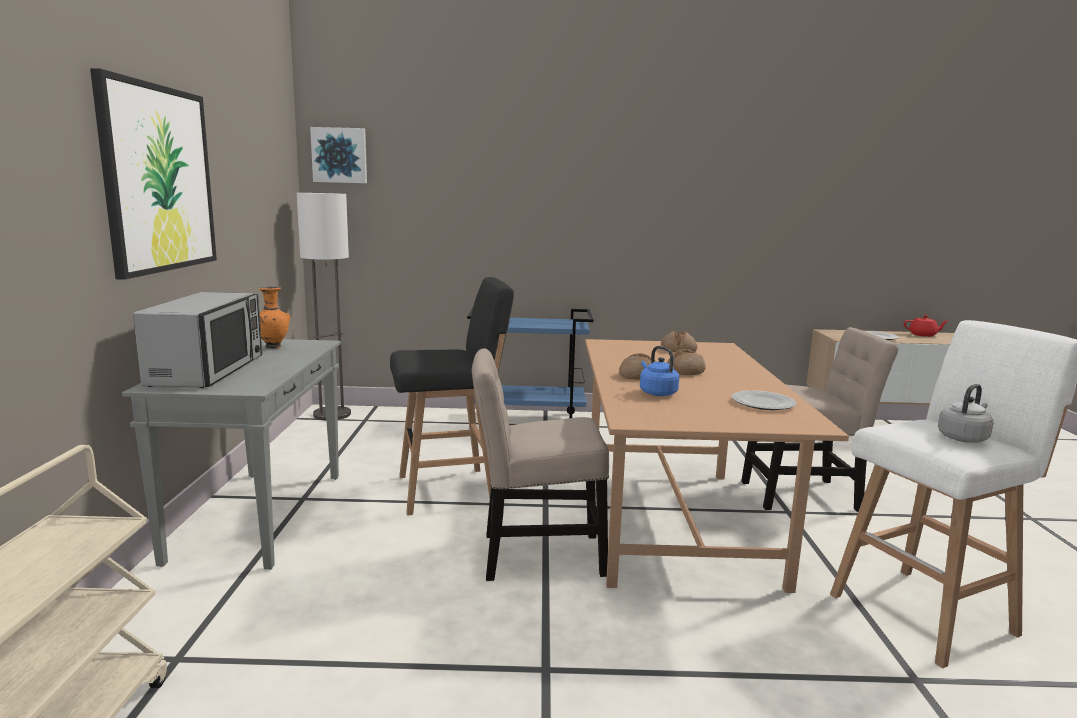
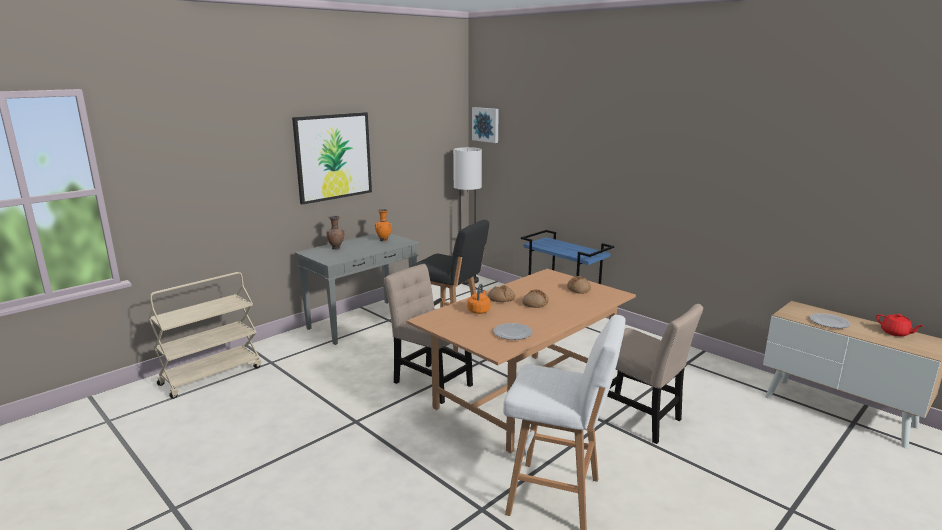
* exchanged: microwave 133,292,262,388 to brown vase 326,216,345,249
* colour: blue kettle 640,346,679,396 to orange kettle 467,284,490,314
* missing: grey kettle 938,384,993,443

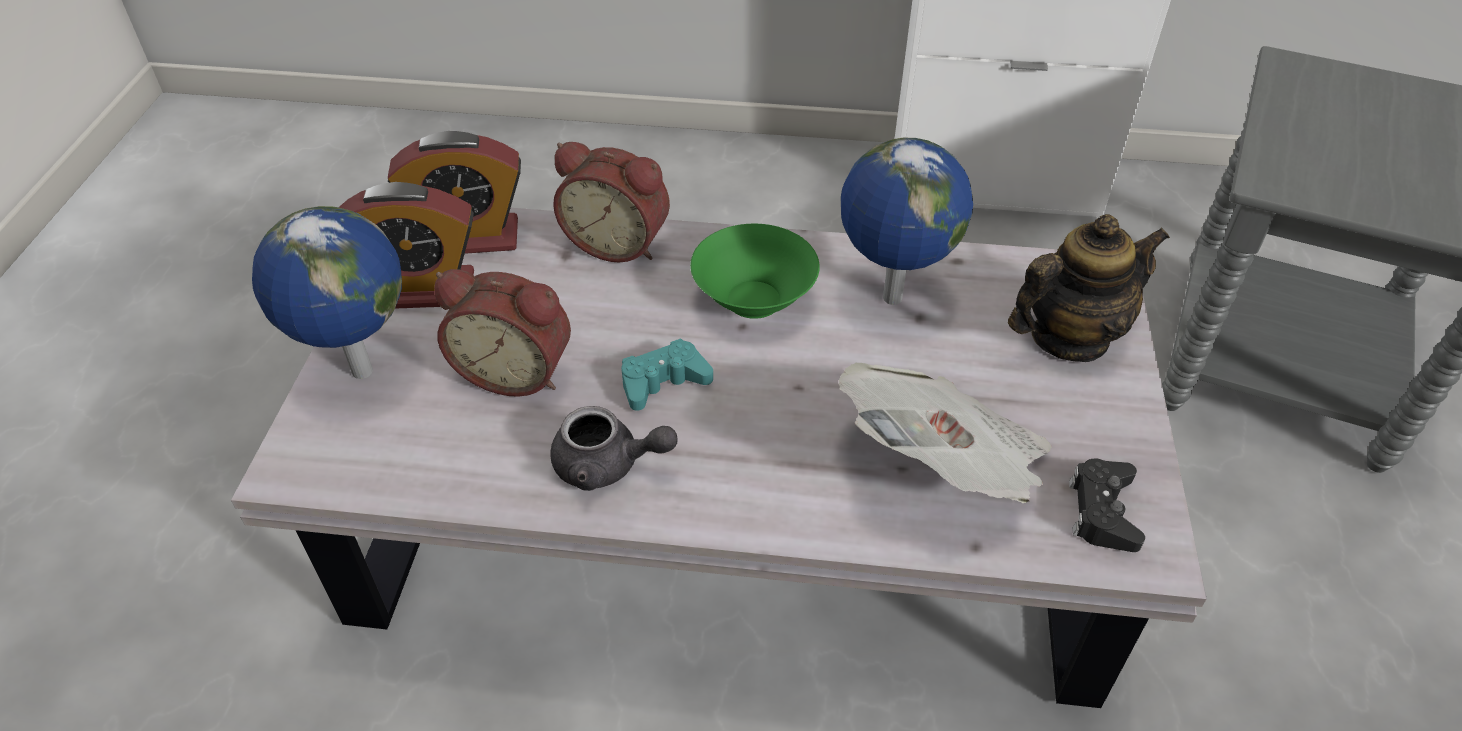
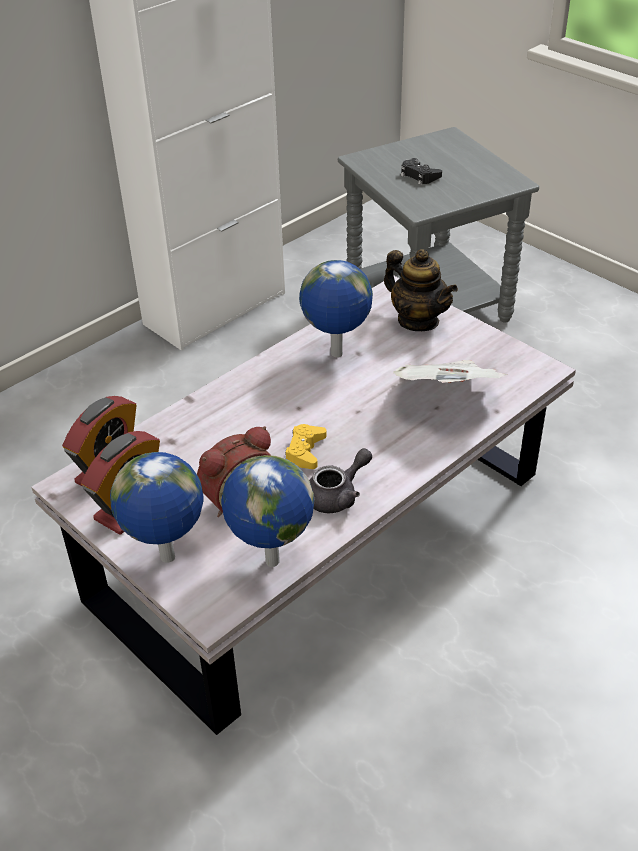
* appeared: globe 221,455,314,567
* colour: turquoise game controller 621,338,713,411 to yellow game controller 285,424,327,469
* spun: teapot 1008,214,1170,362 = 384,249,458,331 120 degrees clockwise
* relocated: black game controller 1069,459,1145,552 to 401,158,442,185
* missing: alarm clock 553,142,670,262
* missing: green bowl 690,224,820,319

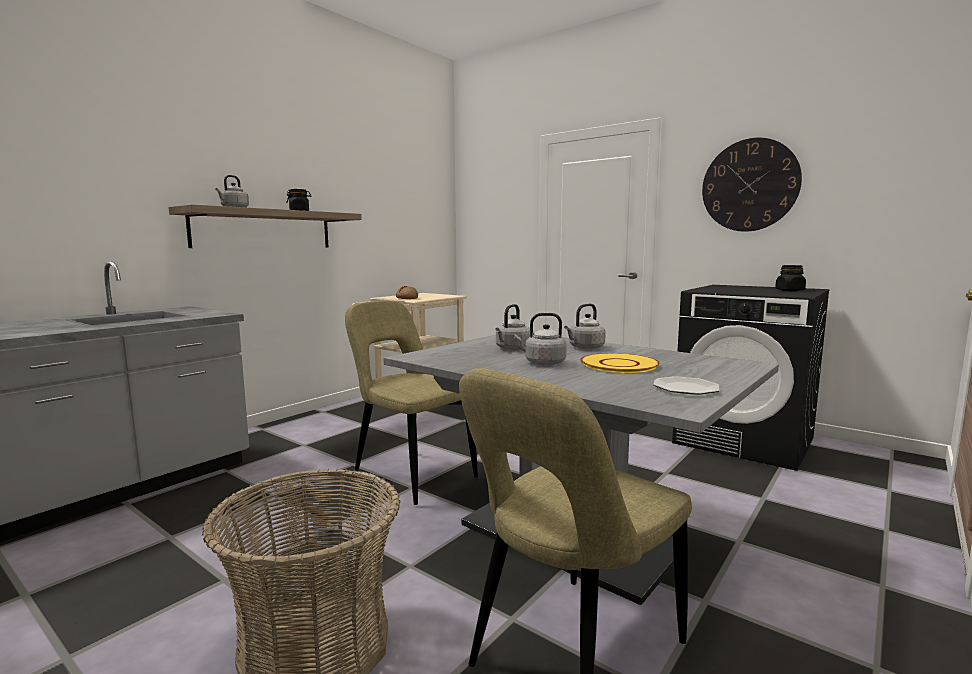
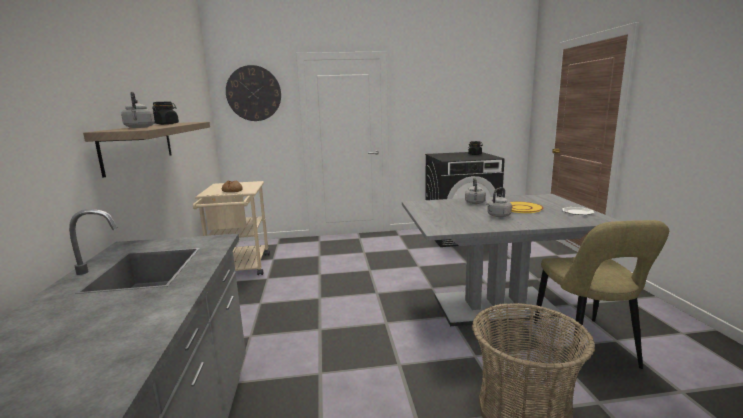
* relocated: wall clock 702,138,802,232 to 226,65,281,121
* missing: beige chair 345,300,478,505
* missing: grey kettle 495,304,530,350

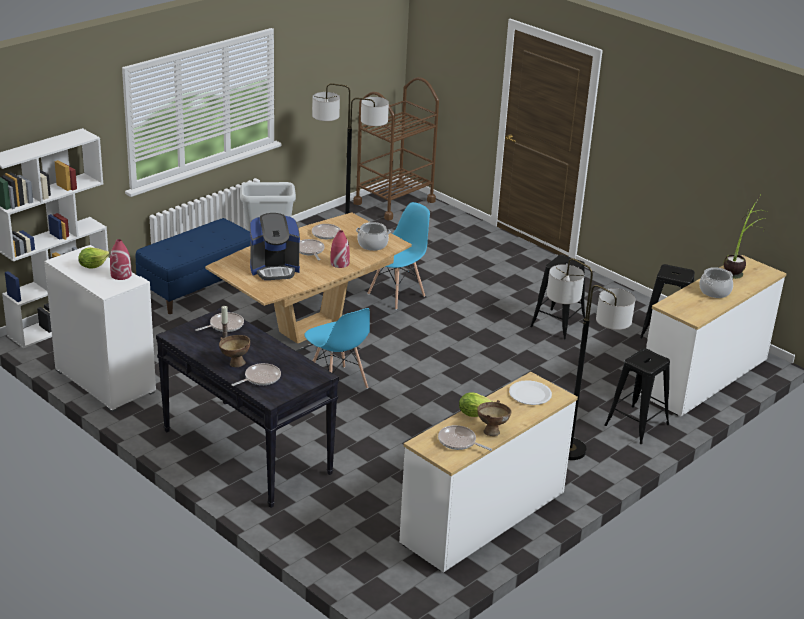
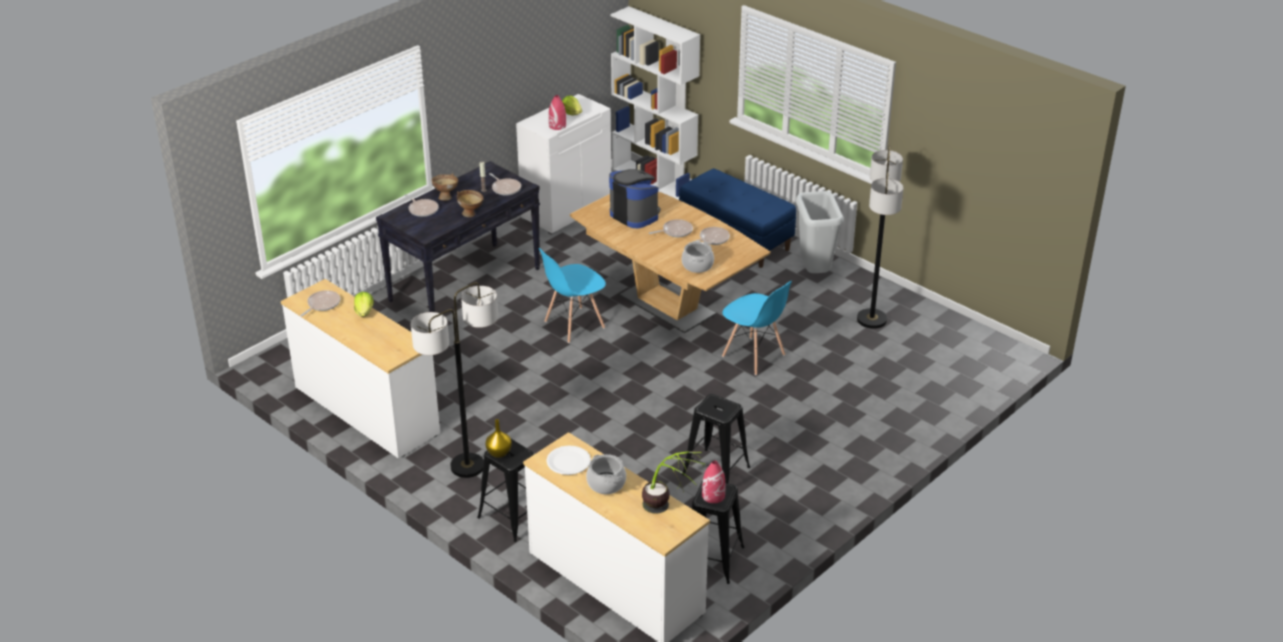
* relocated: brown bowl 477,400,511,436 to 457,190,484,217
* appeared: yellow vase 485,419,512,458
* relocated: white plate 509,380,552,405 to 546,445,591,475
* spun: coffee machine 250,213,300,280 = 609,169,660,228 150 degrees clockwise
* relocated: red vase 331,230,350,268 to 702,460,725,503
* missing: brown cart 353,77,439,221

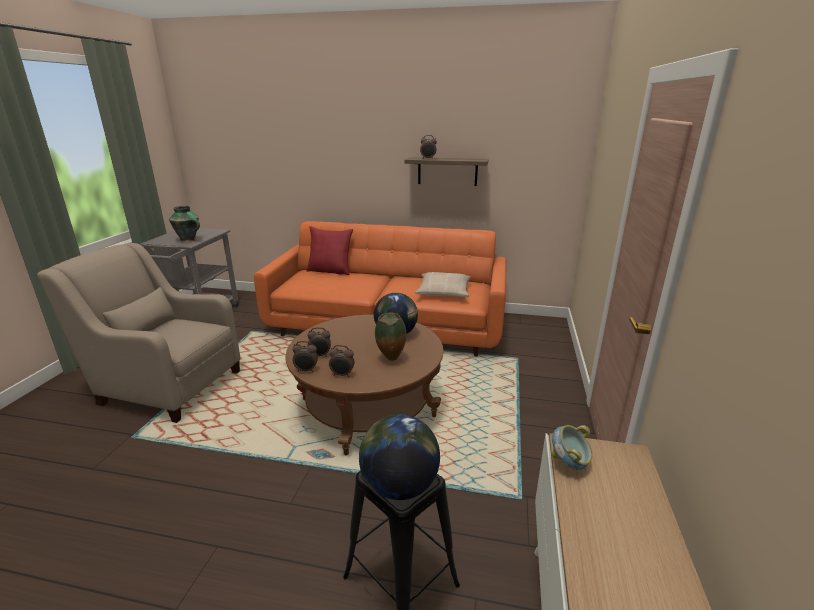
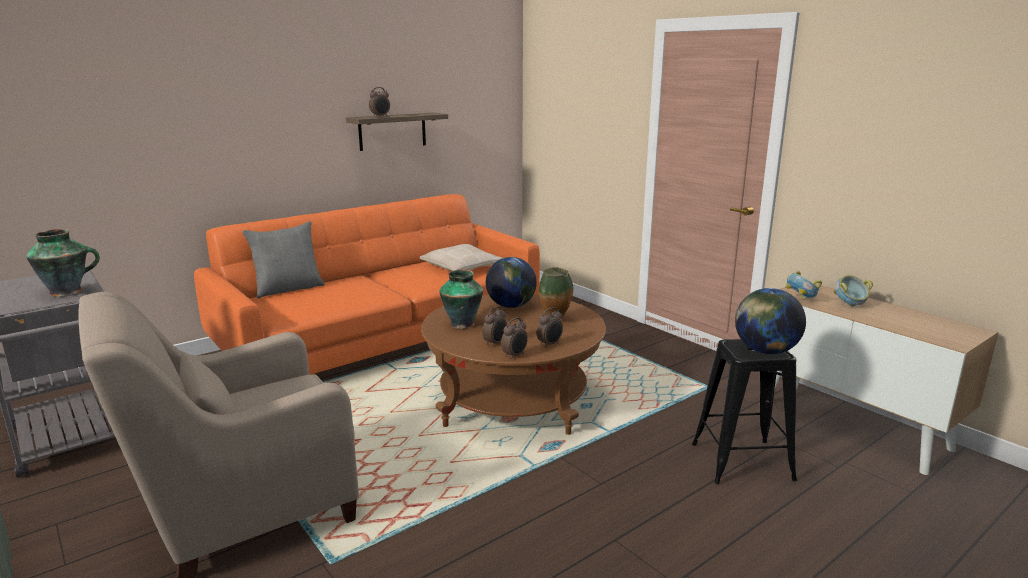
* colour: red pillow 306,226,353,275 to grey pillow 242,221,325,298
* appeared: vase 439,270,483,329
* appeared: bowl 834,275,873,307

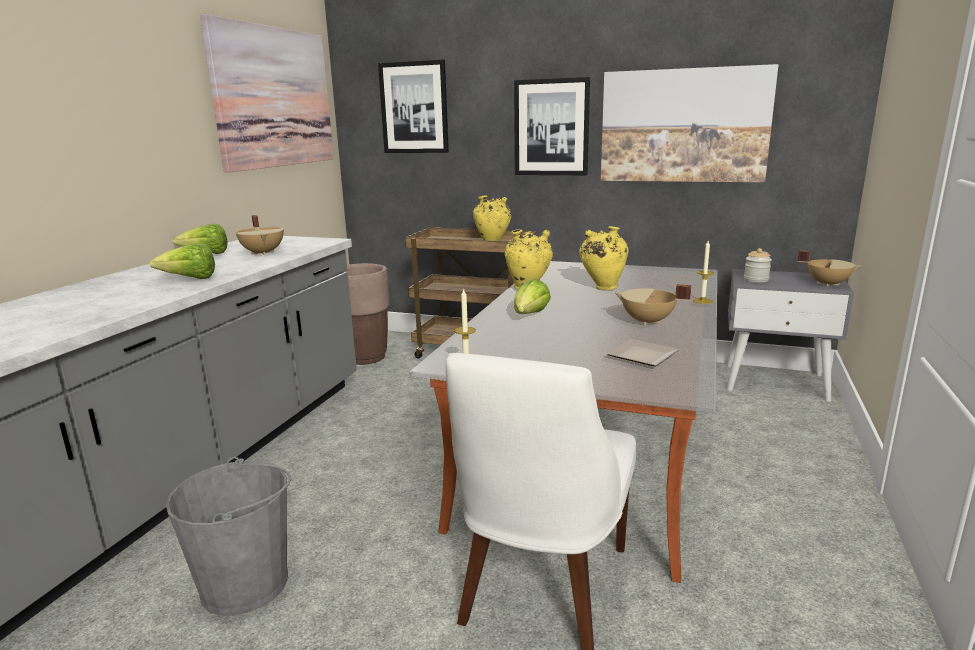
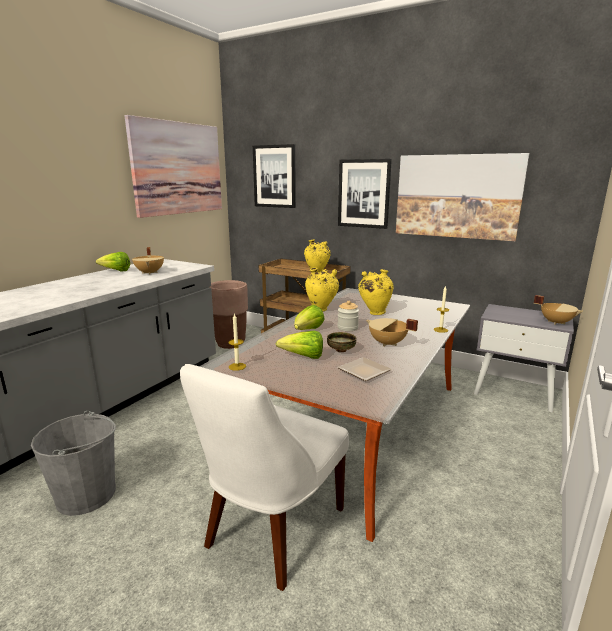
* relocated: lettuce 150,243,215,279 to 276,331,323,359
* appeared: bowl 327,332,356,352
* relocated: jar 744,248,772,282 to 337,301,359,331

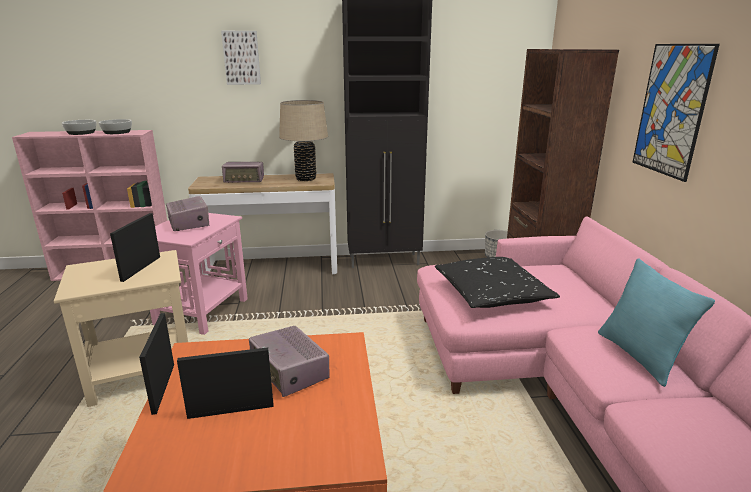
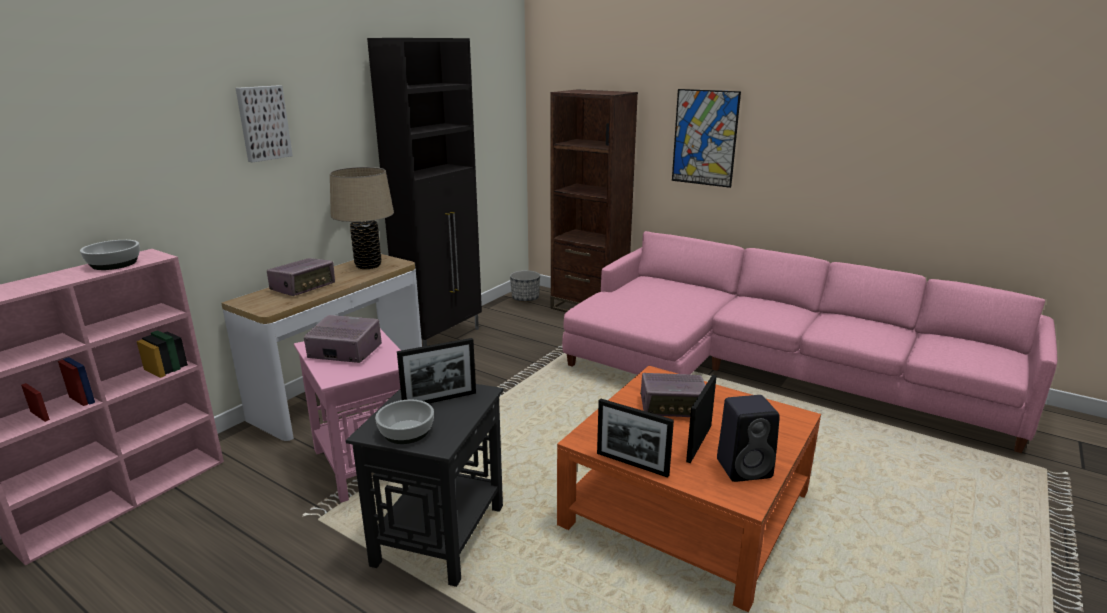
* colour: beige side table 54,250,188,407 to black side table 346,384,503,587
* relocated: bowl 62,120,97,135 to 375,400,434,444
* spun: picture frame 110,213,160,282 = 397,338,476,404 75 degrees counterclockwise
* appeared: black speaker 717,395,780,482
* missing: black pillow 435,257,560,308
* missing: turquoise pillow 598,258,715,387

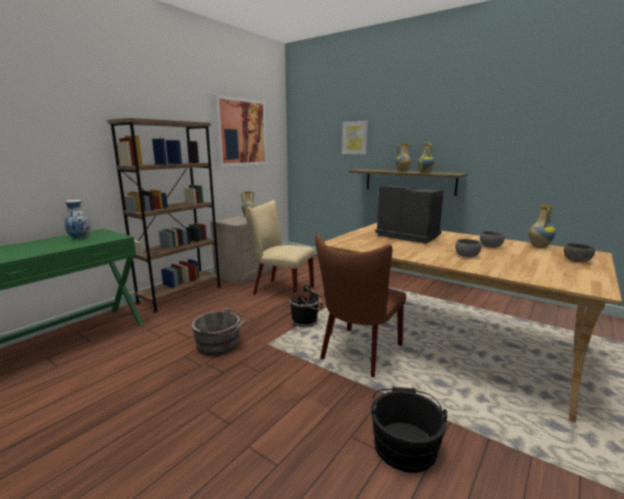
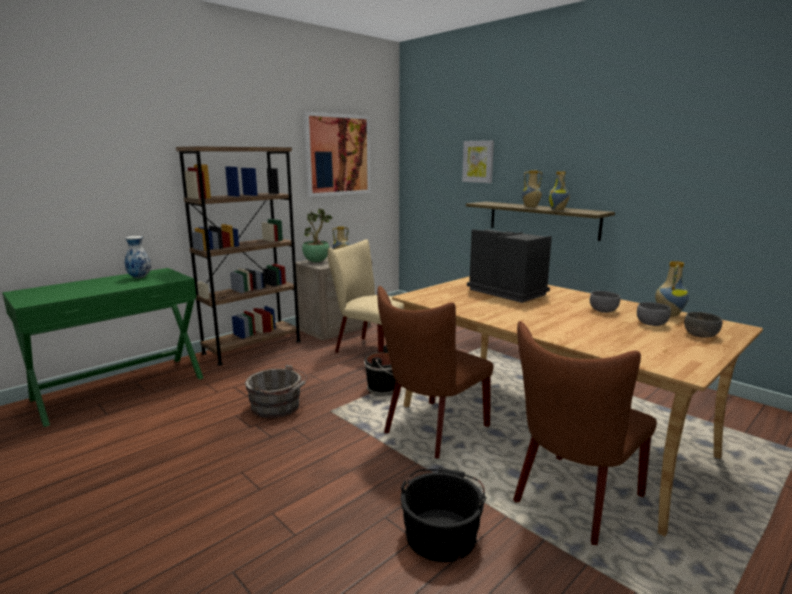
* appeared: potted plant 302,208,332,262
* appeared: brown chair 513,321,657,545
* relocated: grey bowl 455,239,482,257 to 637,302,671,326

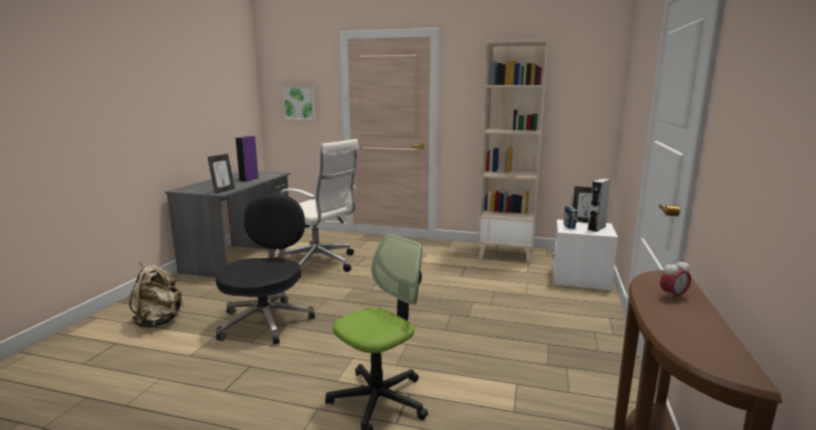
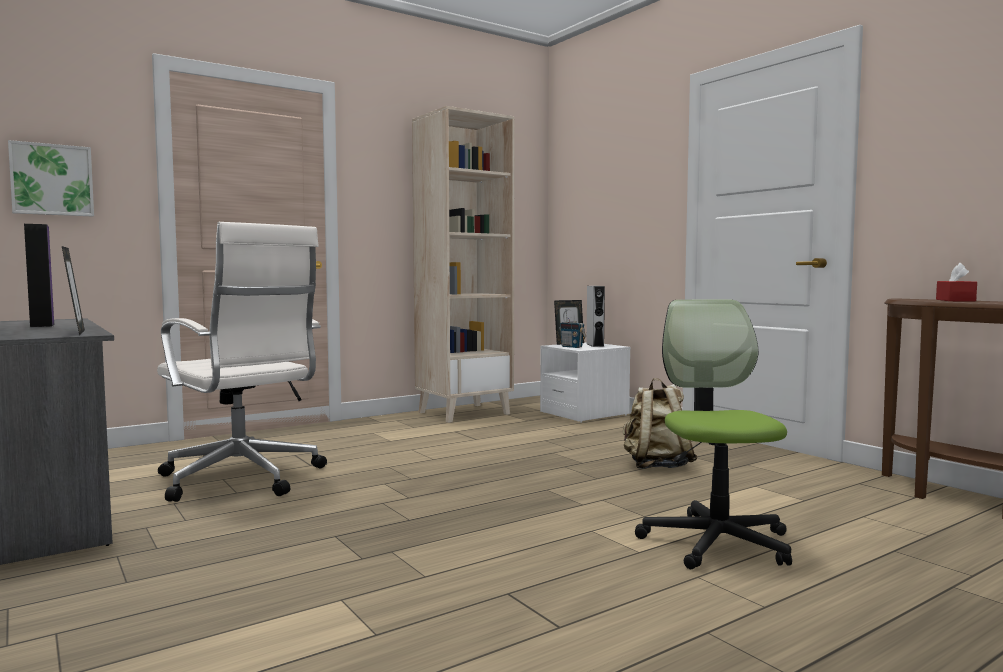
* spun: white office chair 275,139,359,278 = 157,222,327,502 60 degrees clockwise
* relocated: beige backpack 128,262,184,328 to 623,378,698,469
* exchanged: alarm clock 660,258,691,300 to red tissue box 936,263,977,302
* missing: black office chair 216,194,315,345

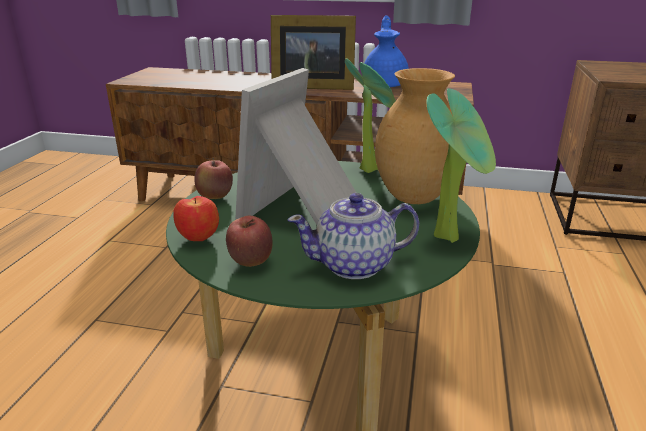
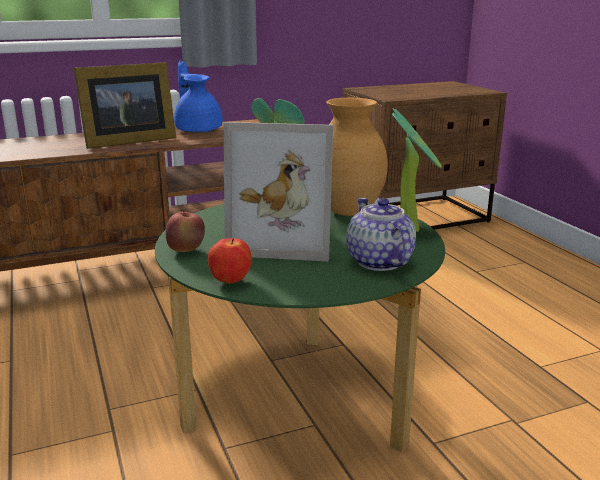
* spun: picture frame 235,68,356,225 = 224,122,333,261 75 degrees counterclockwise
* spun: teapot 287,193,419,279 = 346,198,416,271 120 degrees clockwise
* missing: apple 226,216,273,267

